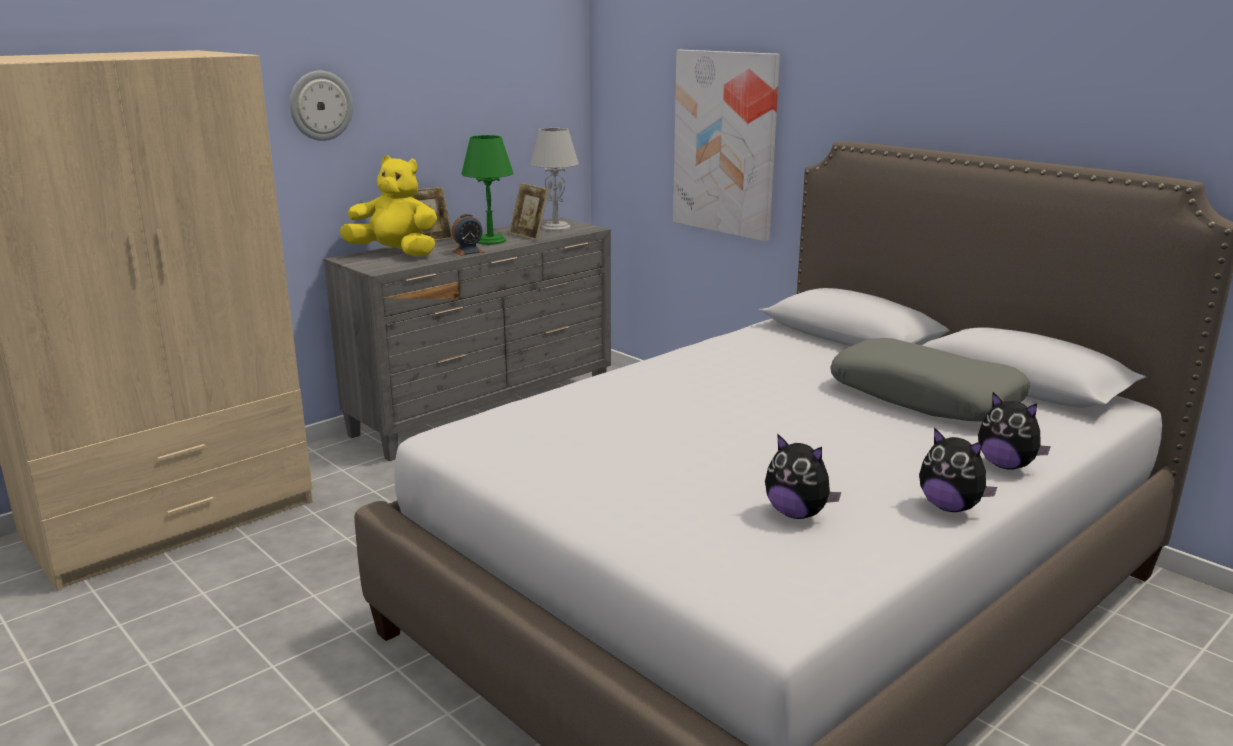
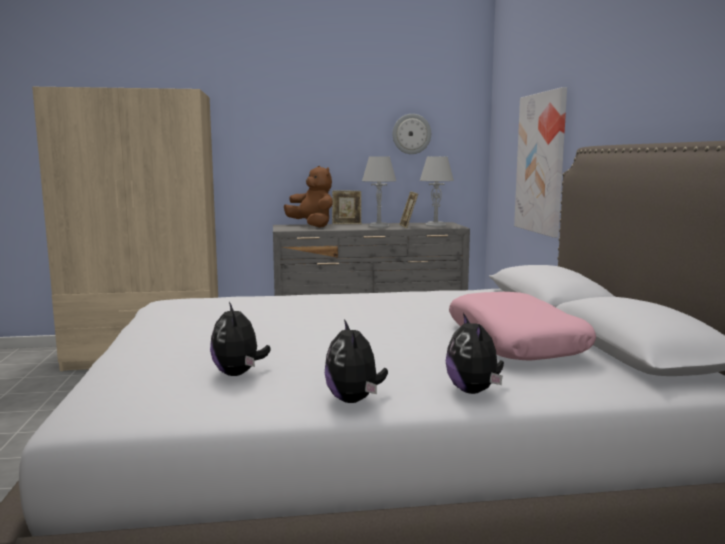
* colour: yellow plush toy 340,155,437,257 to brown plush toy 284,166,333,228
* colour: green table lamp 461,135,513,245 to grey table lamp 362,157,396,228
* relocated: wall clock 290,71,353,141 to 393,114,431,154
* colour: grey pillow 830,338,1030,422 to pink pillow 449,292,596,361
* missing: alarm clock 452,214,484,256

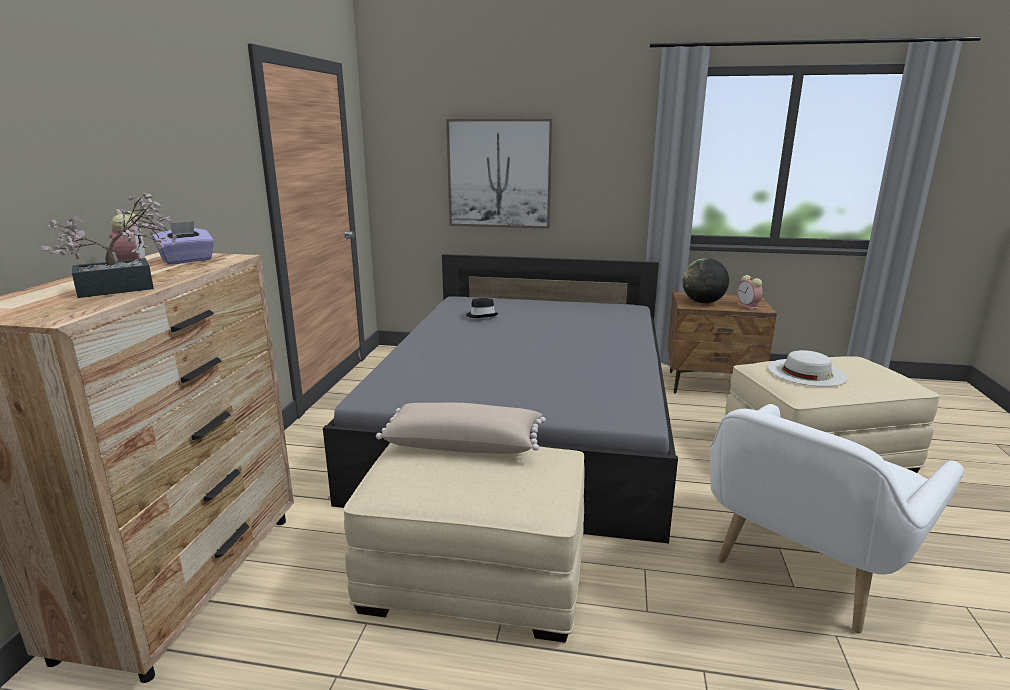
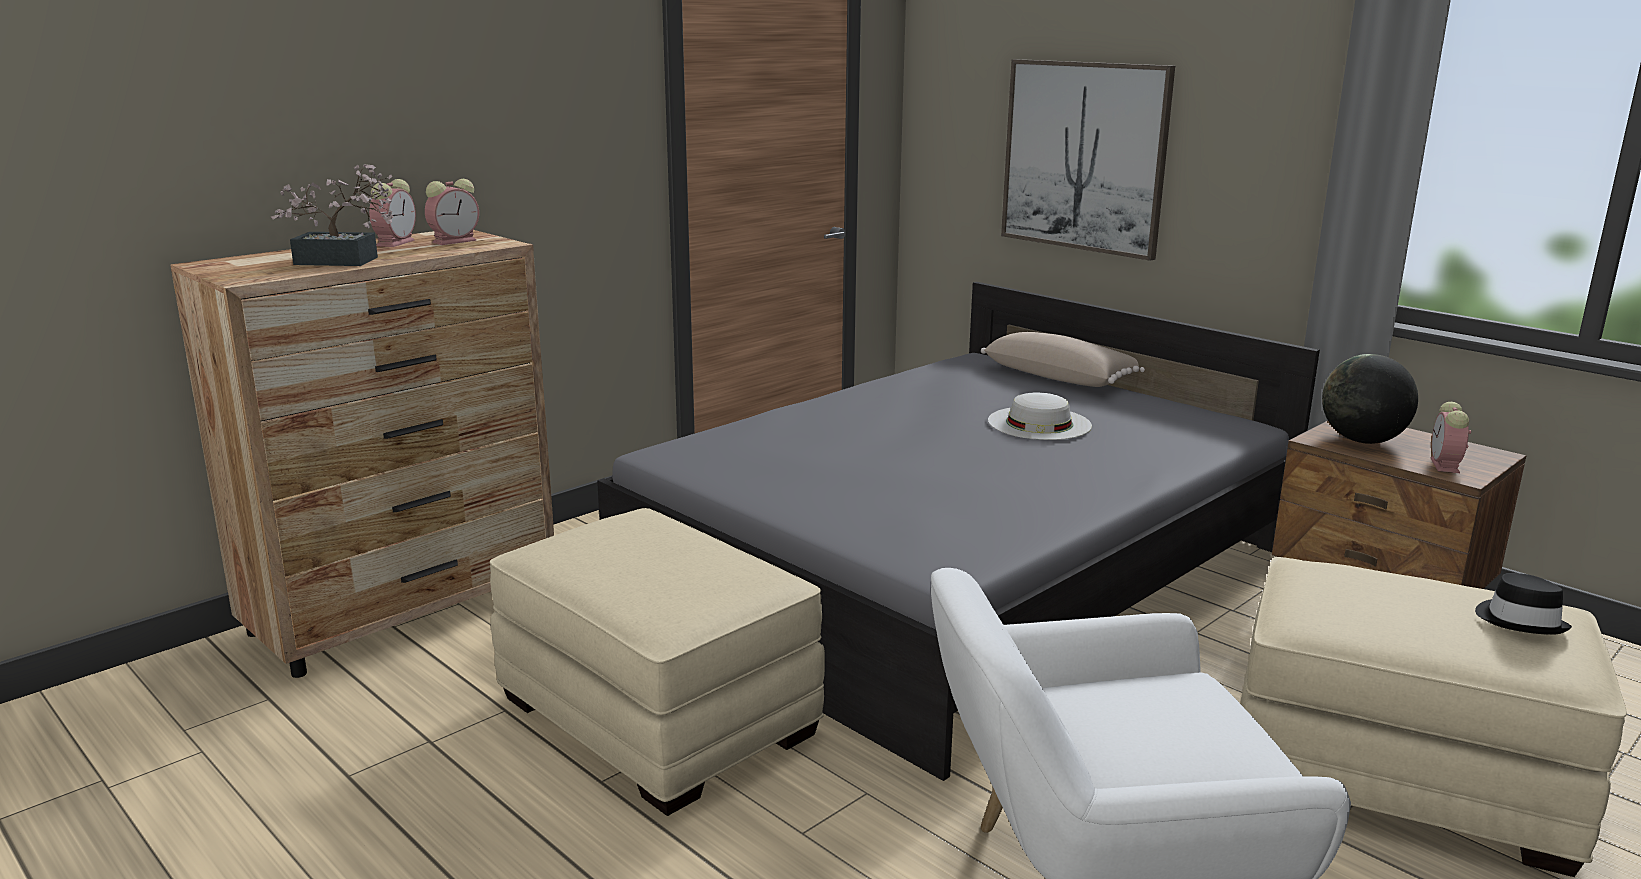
* exchanged: purple tissue box 152,221,214,264 to alarm clock 425,179,479,245
* relocated: beige pillow 376,403,546,454 to 981,332,1145,387
* relocated: white hat 768,350,848,387 to 988,392,1092,440
* relocated: black hat 466,298,498,318 to 1475,573,1572,635

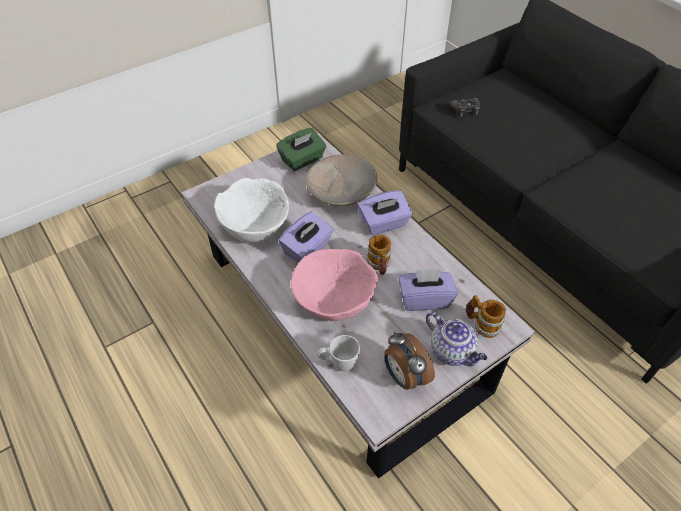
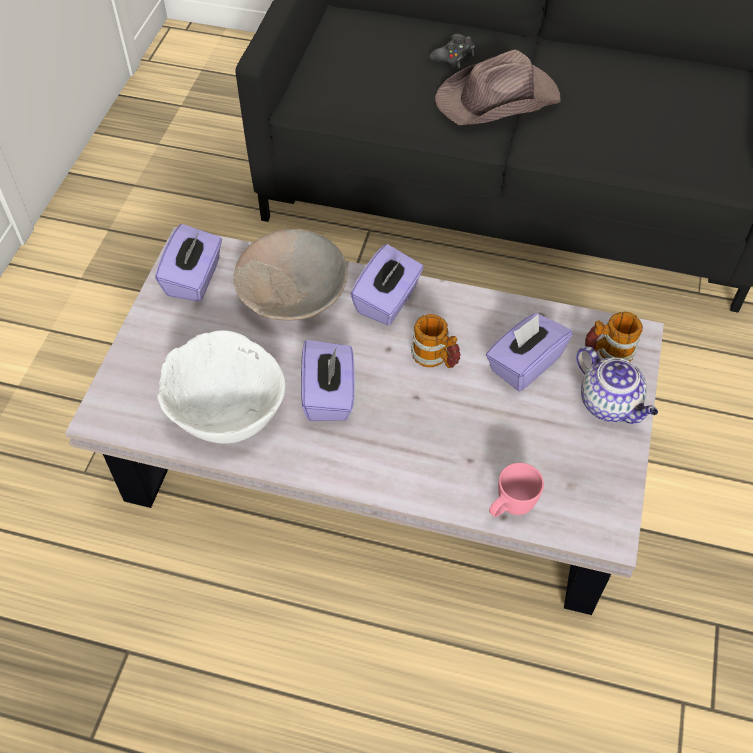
* colour: green tissue box 276,128,326,171 to purple tissue box 155,224,222,302
* relocated: black game controller 449,98,480,117 to 429,34,475,68
* appeared: brown hat 435,50,561,125
* colour: white mug 318,335,360,371 to pink mug 489,463,544,517
* spun: teapot 426,312,487,366 = 576,346,658,424 45 degrees clockwise
* missing: pink bowl 291,249,378,321
* missing: alarm clock 385,331,435,390

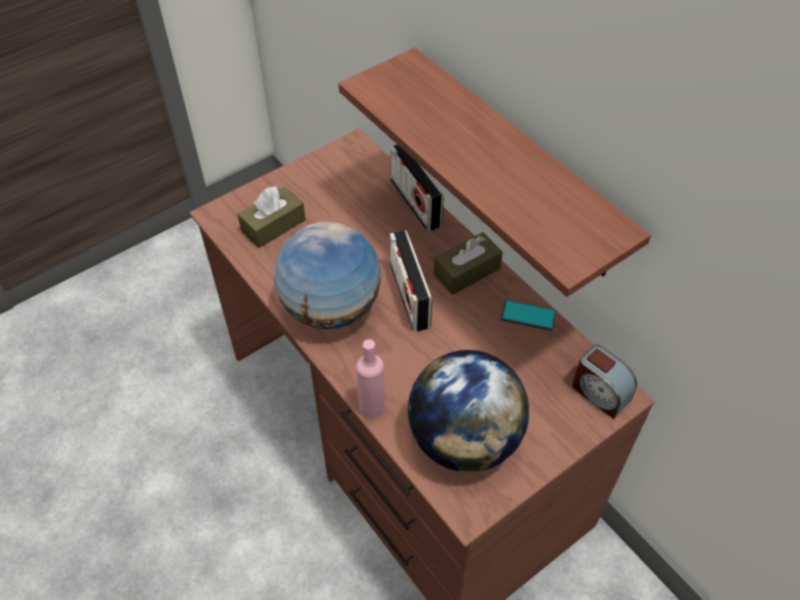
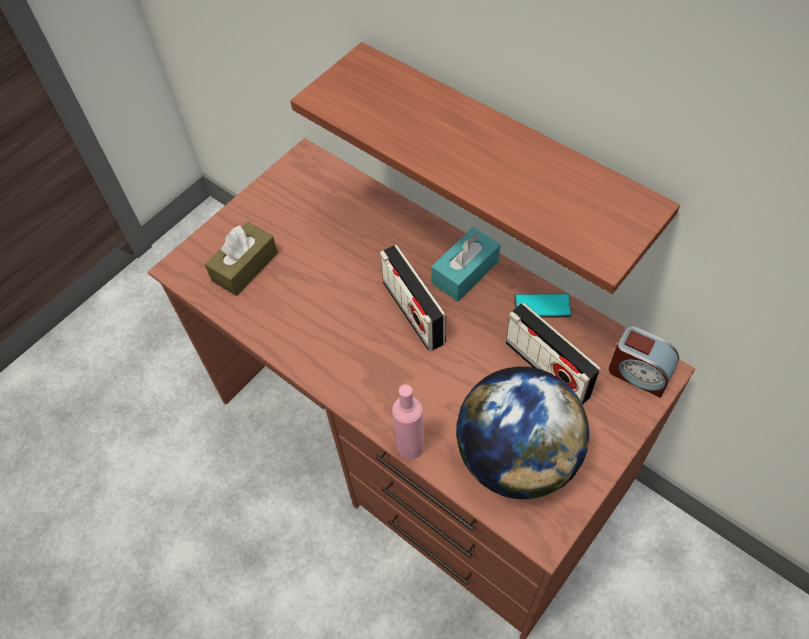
* colour: brown tissue box 434,232,503,295 to turquoise tissue box 431,227,500,301
* relocated: radio 390,145,444,231 to 506,303,601,405
* missing: globe 274,222,381,329

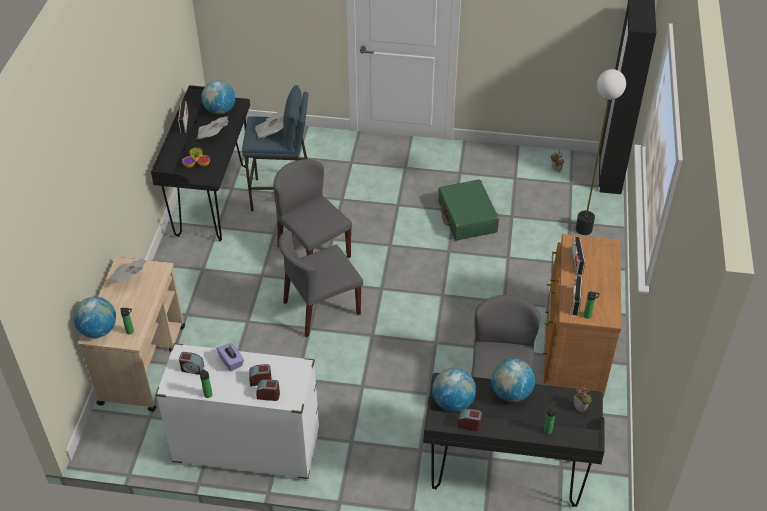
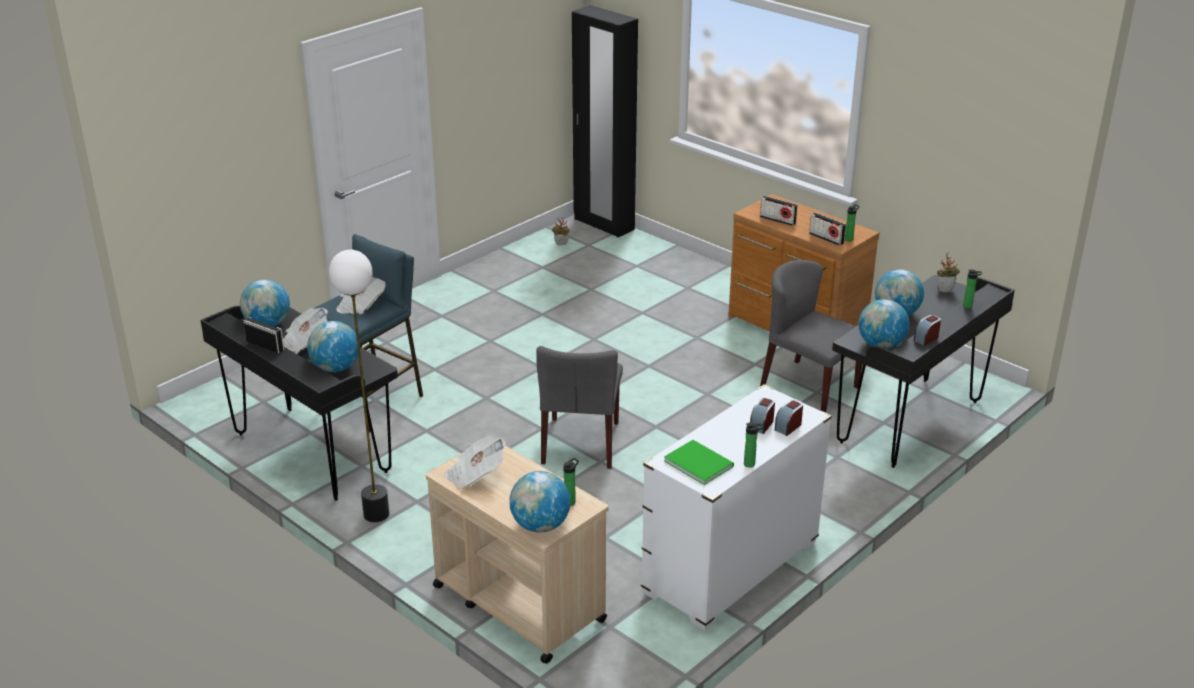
* exchanged: bowl 182,148,210,168 to globe 307,321,358,372
* relocated: floor lamp 576,69,626,235 to 329,250,389,522
* exchanged: alarm clock 179,352,204,375 to green book 664,440,734,485
* missing: purple tissue box 217,343,244,371
* missing: grey chair 273,159,352,258
* missing: green suitcase 438,179,499,240

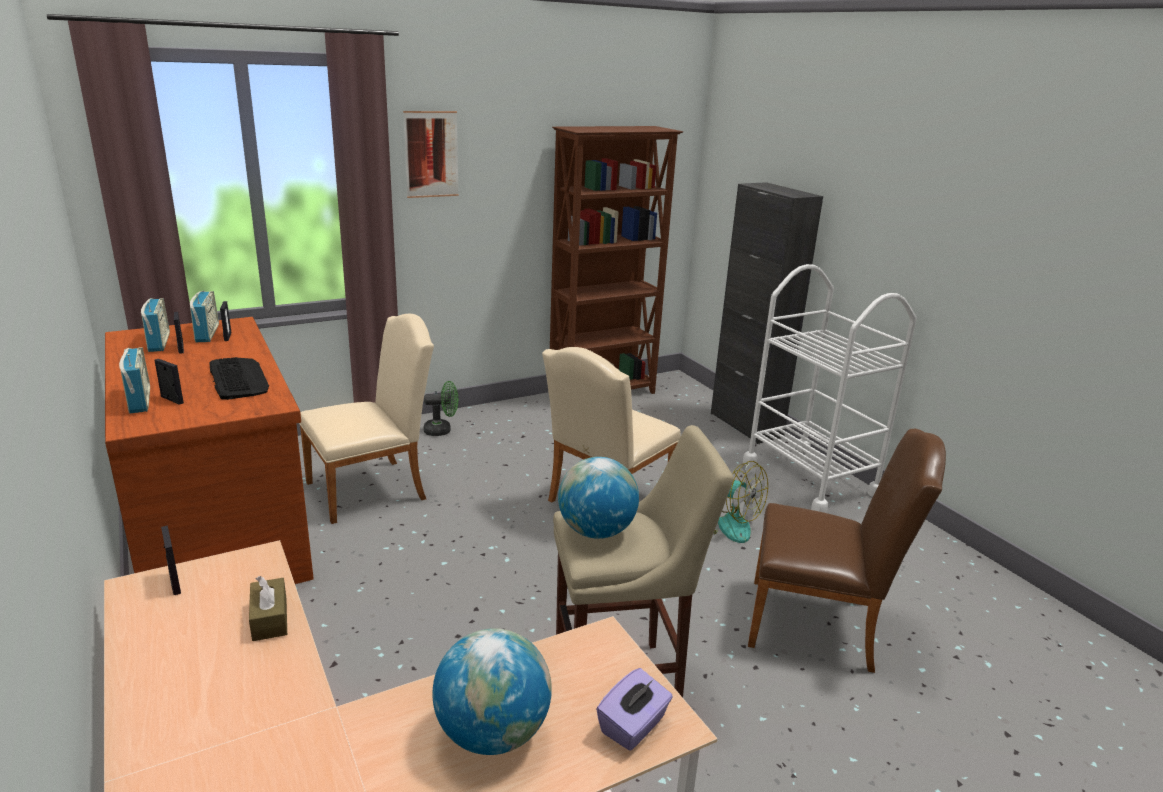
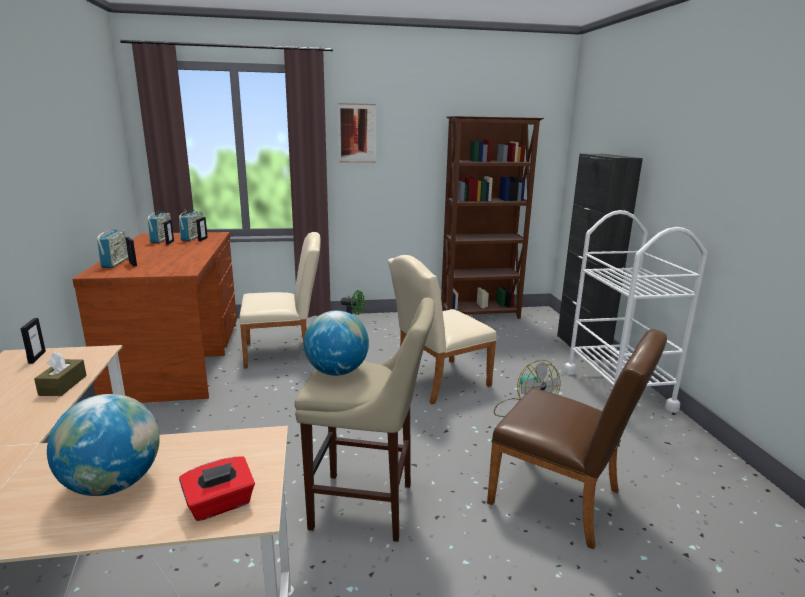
* colour: purple tissue box 596,668,673,751 to red tissue box 179,457,255,521
* missing: keyboard 210,357,269,400

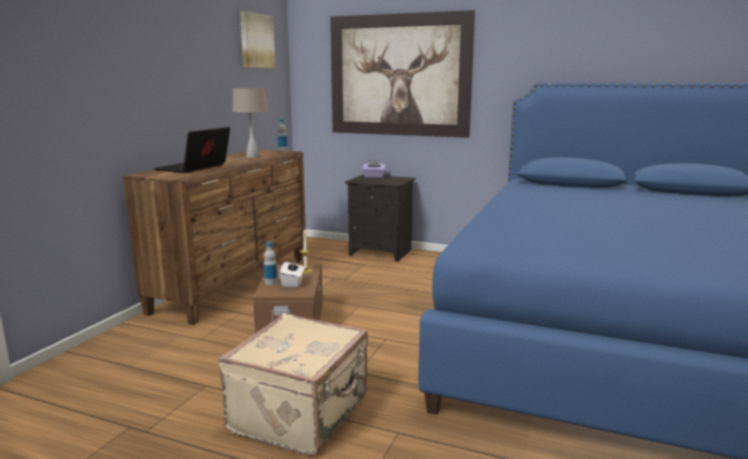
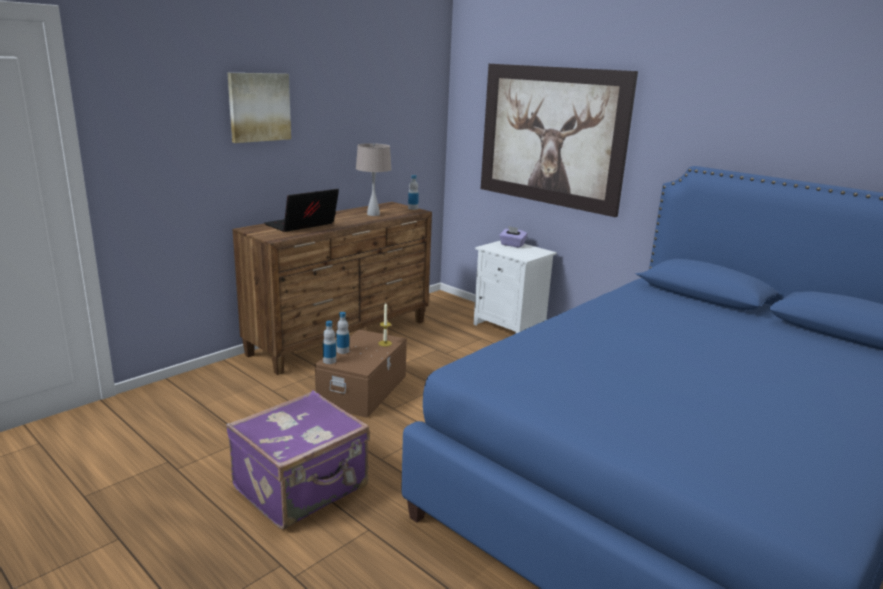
* colour: beige suitcase 218,313,368,456 to purple suitcase 226,391,369,529
* relocated: picture 240,11,276,68 to 228,73,291,143
* appeared: bottle 323,321,336,364
* colour: black nightstand 345,174,415,262 to white nightstand 473,240,557,334
* missing: white tissue box 280,258,304,288

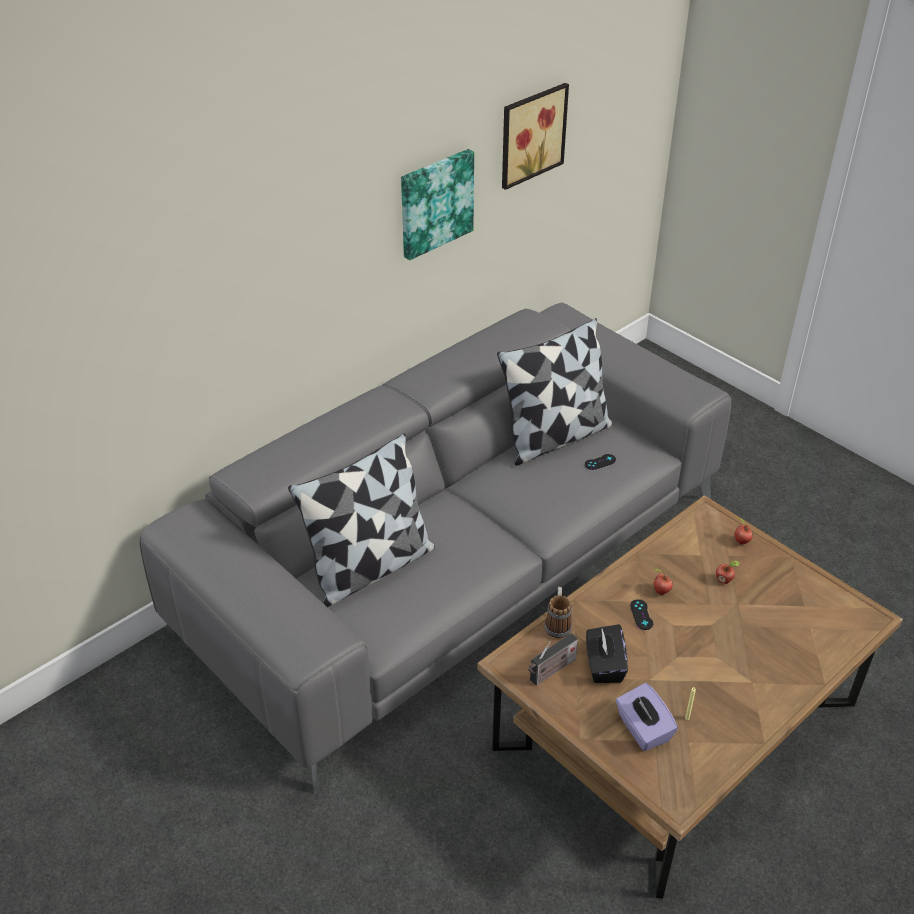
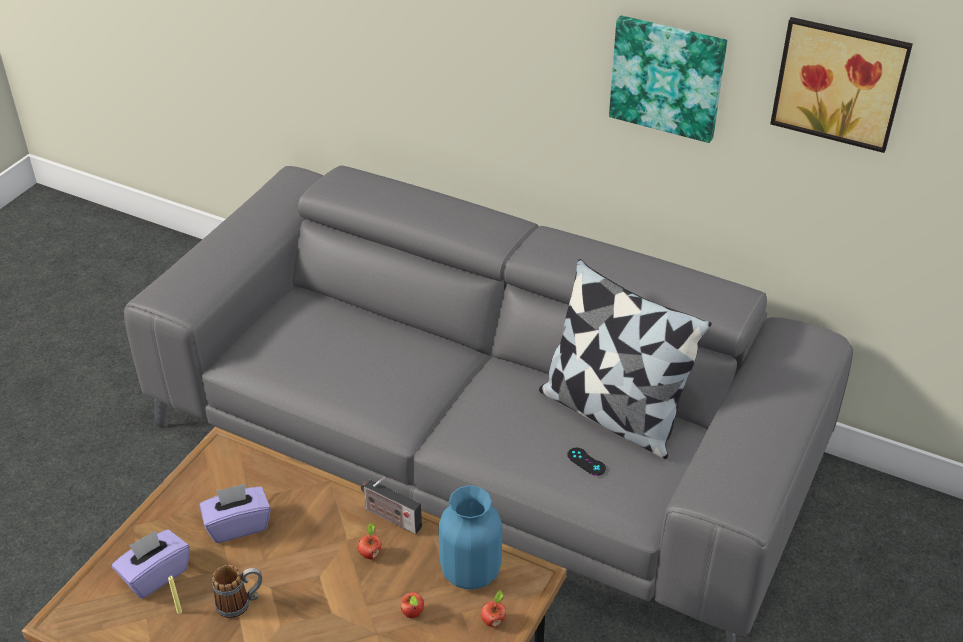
* colour: black tissue box 586,624,628,683 to purple tissue box 199,484,271,543
* relocated: mug 545,587,572,638 to 212,565,262,618
* relocated: radio 528,633,578,686 to 361,477,422,534
* appeared: blue vase 439,485,502,590
* missing: pillow 288,433,435,607
* missing: black game controller 630,599,653,630

